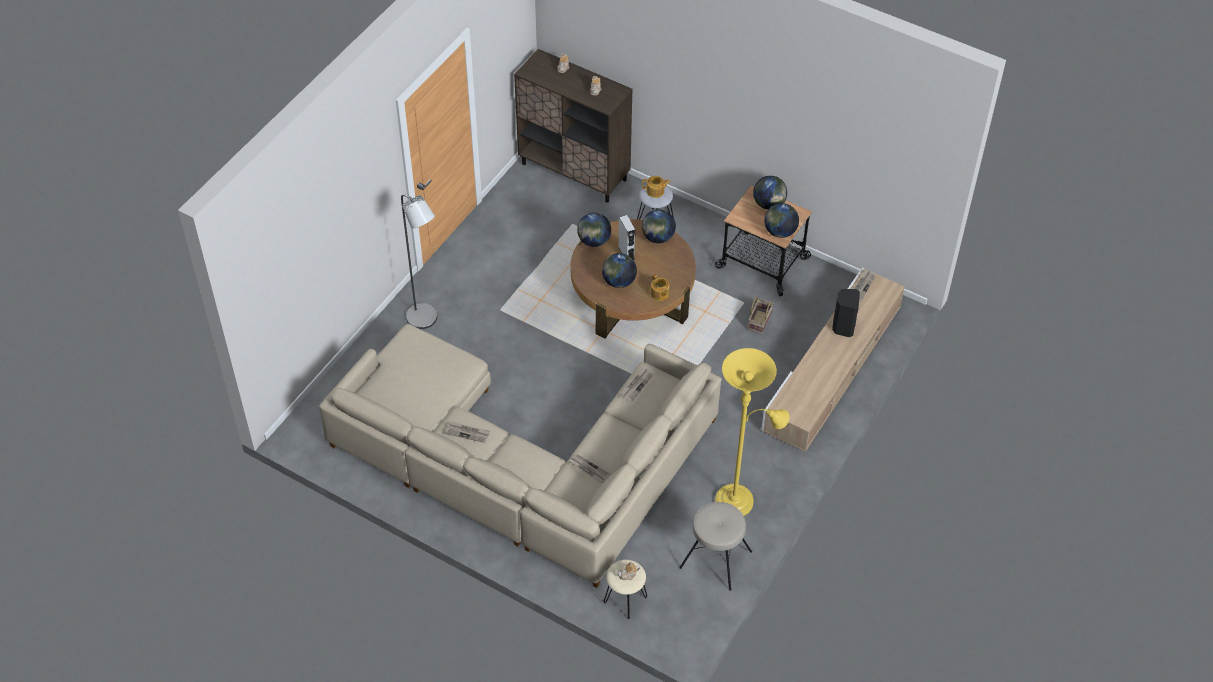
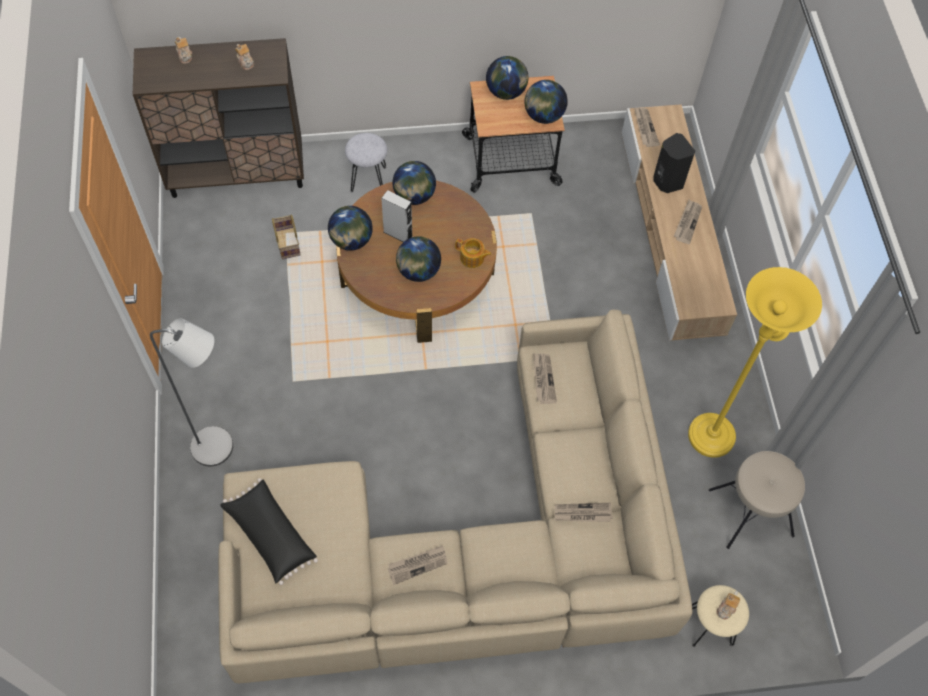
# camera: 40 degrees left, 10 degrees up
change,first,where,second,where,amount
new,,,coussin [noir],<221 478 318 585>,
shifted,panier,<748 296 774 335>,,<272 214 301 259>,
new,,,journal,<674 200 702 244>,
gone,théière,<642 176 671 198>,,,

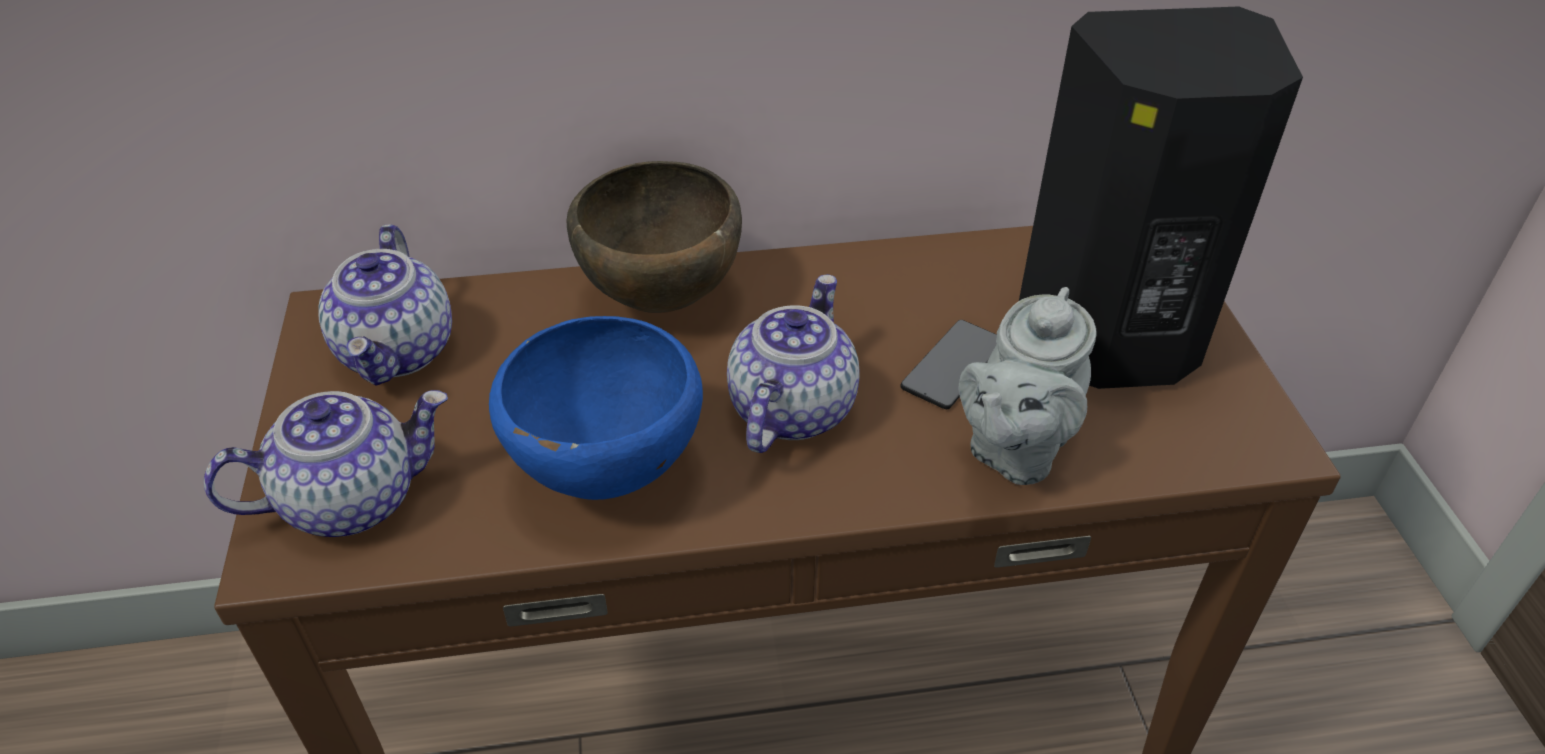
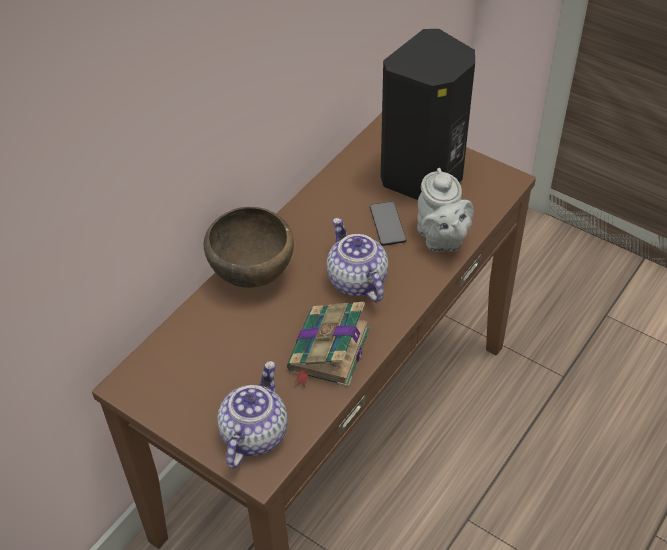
# camera: 45 degrees left, 5 degrees up
change,first,where,second,where,amount
swapped,bol [bleu],<489 316 703 500>,livre,<287 302 370 387>,
gone,théière,<318 224 452 386>,,,

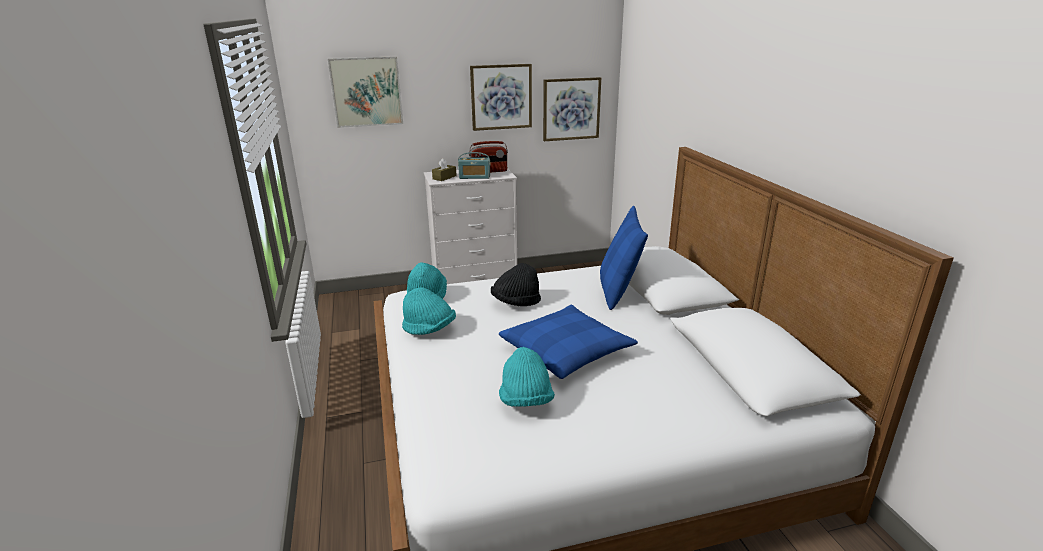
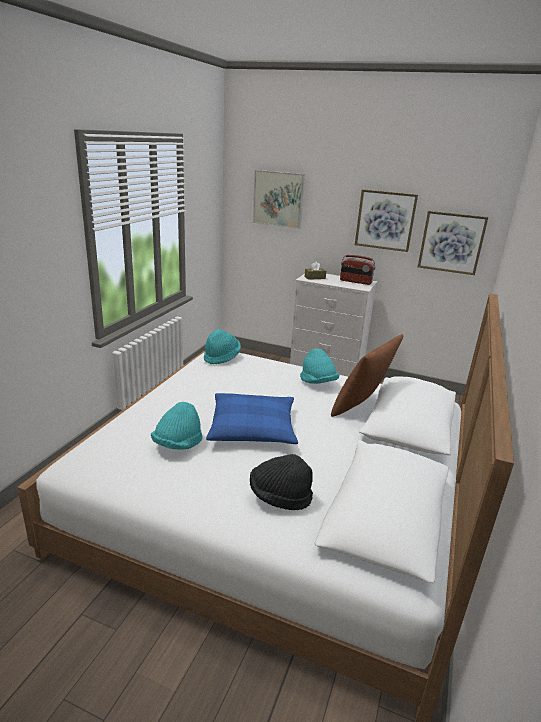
# camera: 35 degrees right, 0 degrees up
change,first,where,second,where,amount
shifted,chapeau [noir],<491 263 541 306>,,<250 454 313 510>,
shifted,chapeau [turquoise],<402 288 456 335>,,<300 348 340 384>,
repainted,coussin [bleu],<600 206 648 310>,coussin [marron],<331 334 403 417>,
gone,radio,<458 152 490 179>,,,

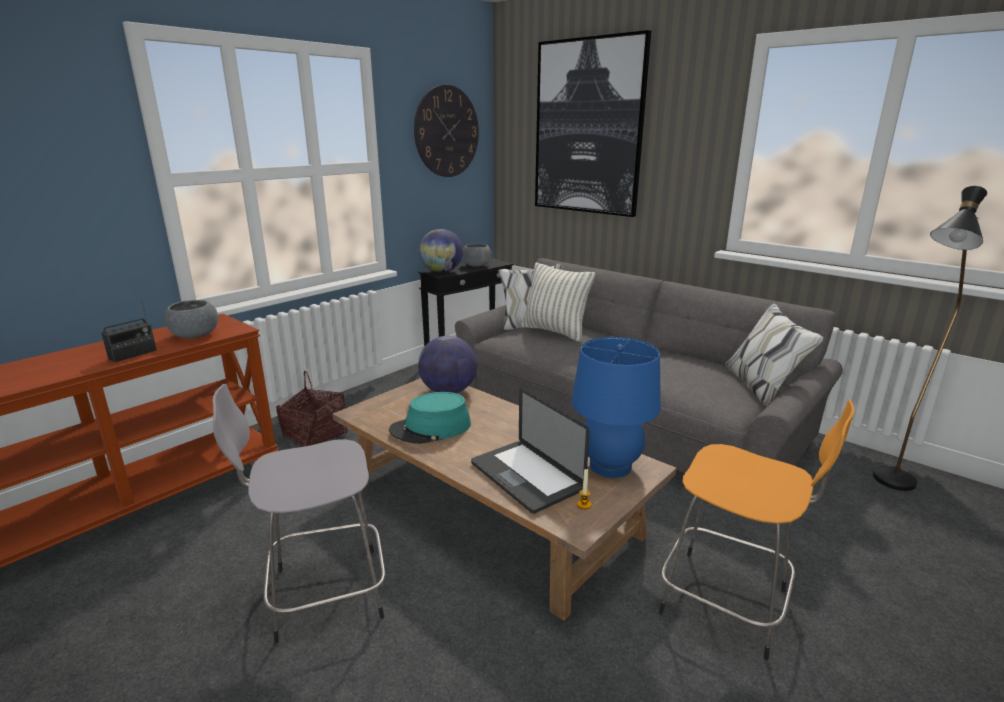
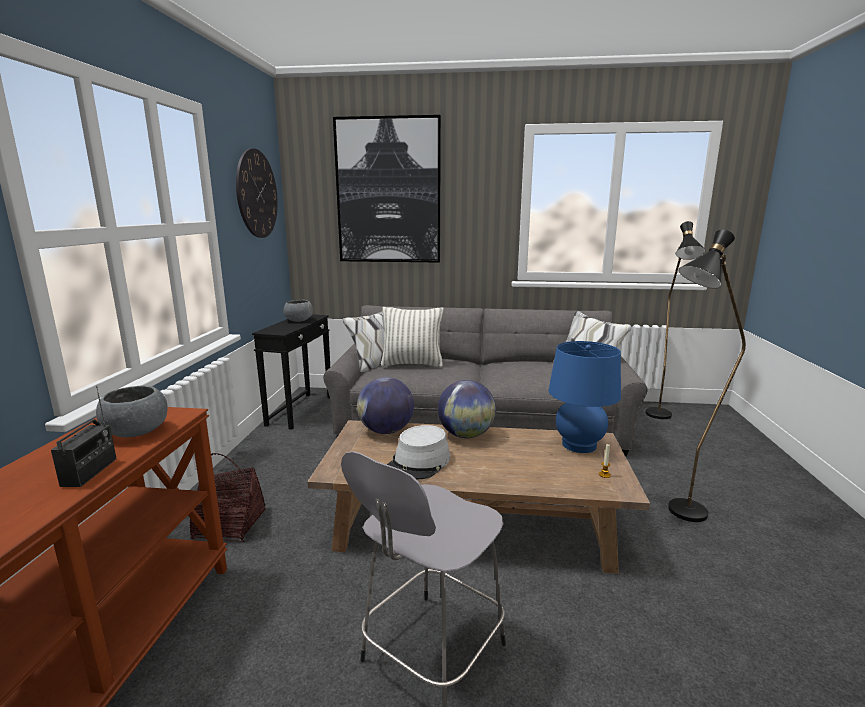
# camera: 35 degrees left, 5 degrees down
change,first,where,second,where,amount
repainted,chapeau [turquoise],<389 392 471 444>,chapeau [gris],<387 425 450 479>,
shifted,globe,<419 229 463 273>,,<438 380 496 438>,
swapped,tabouret [orange],<659 399 854 660>,lampadaire [noir],<668 230 746 522>,
gone,ordinateur portable,<471 389 590 514>,,,

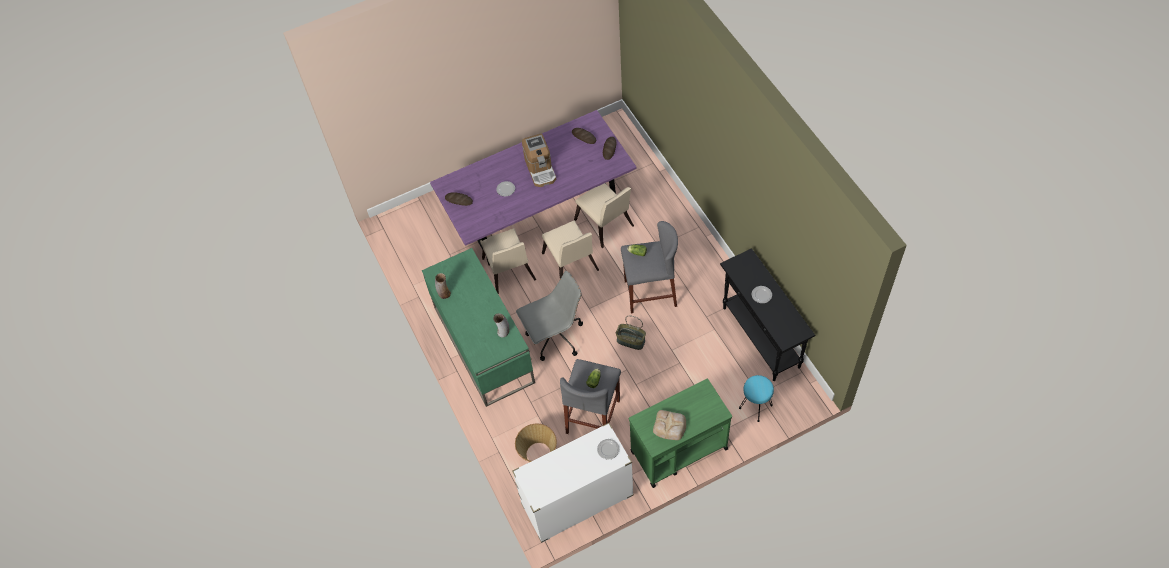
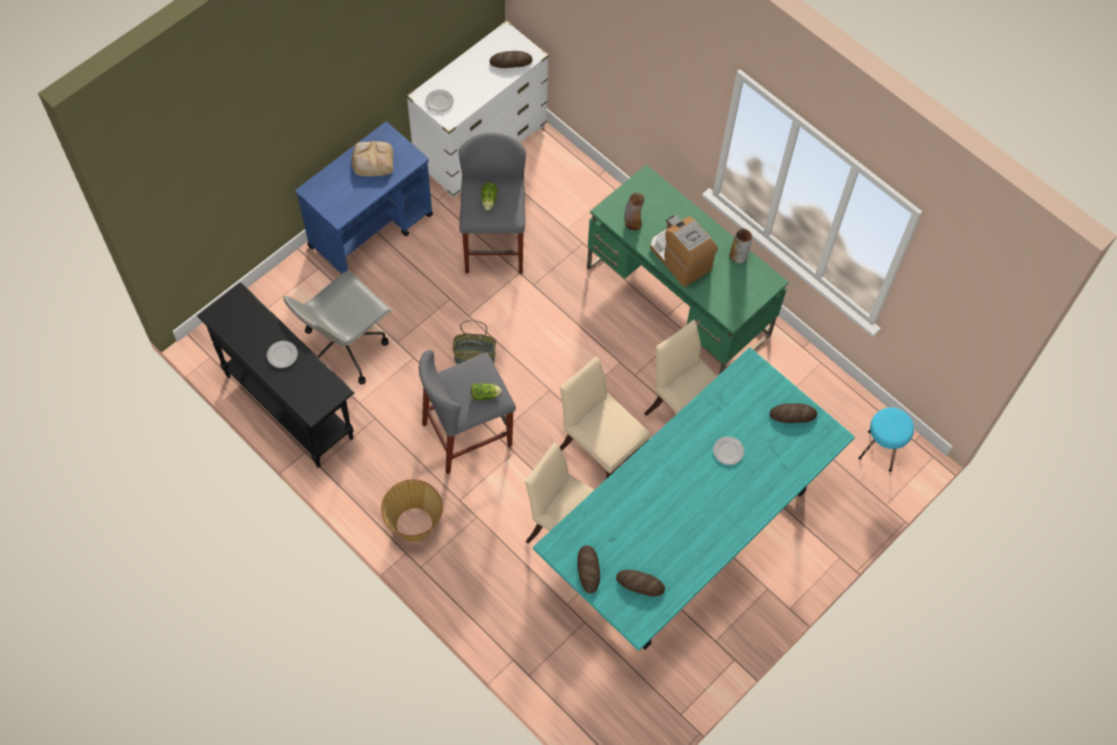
# camera: 155 degrees right, 5 degrees up
change,first,where,second,where,amount
shifted,chaise de bureau [gris],<516 271 583 361>,,<283 271 392 384>,
repainted,chariot [vert],<629 379 732 488>,chariot [bleu],<295 122 433 274>,
shifted,panier,<515 424 557 462>,,<381 480 443 542>,
new,,,pain,<490 51 532 68>,
repainted,table à manger [violet],<430 110 637 266>,table à manger [turquoise],<533 347 855 651>,
shifted,machine à café,<522 134 556 187>,,<650 215 718 287>,
shifted,tabouret [turquoise],<739 375 774 422>,,<858 407 914 472>,

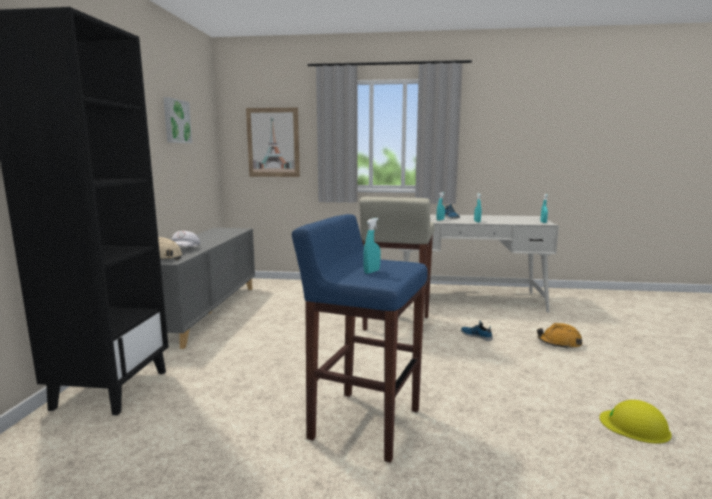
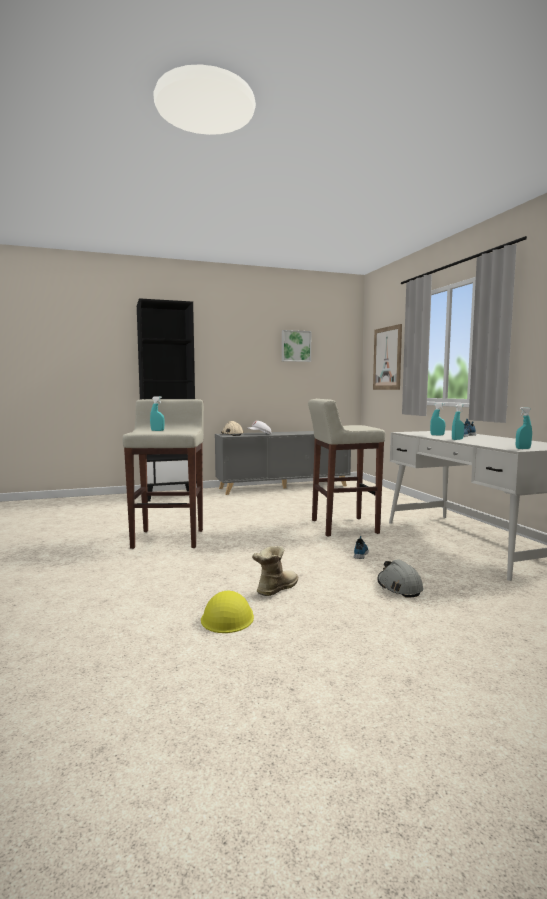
# camera: 65 degrees right, 5 degrees down
change,first,where,second,where,amount
repainted,tabouret [bleu],<292 214 428 463>,tabouret [beige],<123 399 204 549>,
new,,,botte,<252 546 298 596>,
repainted,casque de chantier [orange],<537 323 582 349>,casque de chantier [gris],<377 559 424 598>,

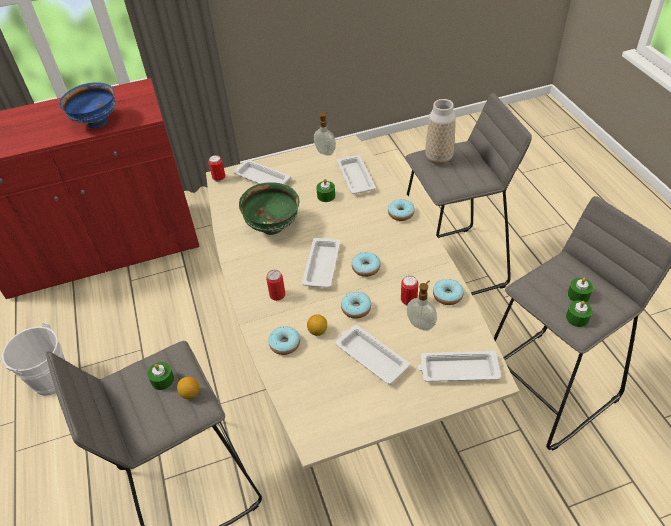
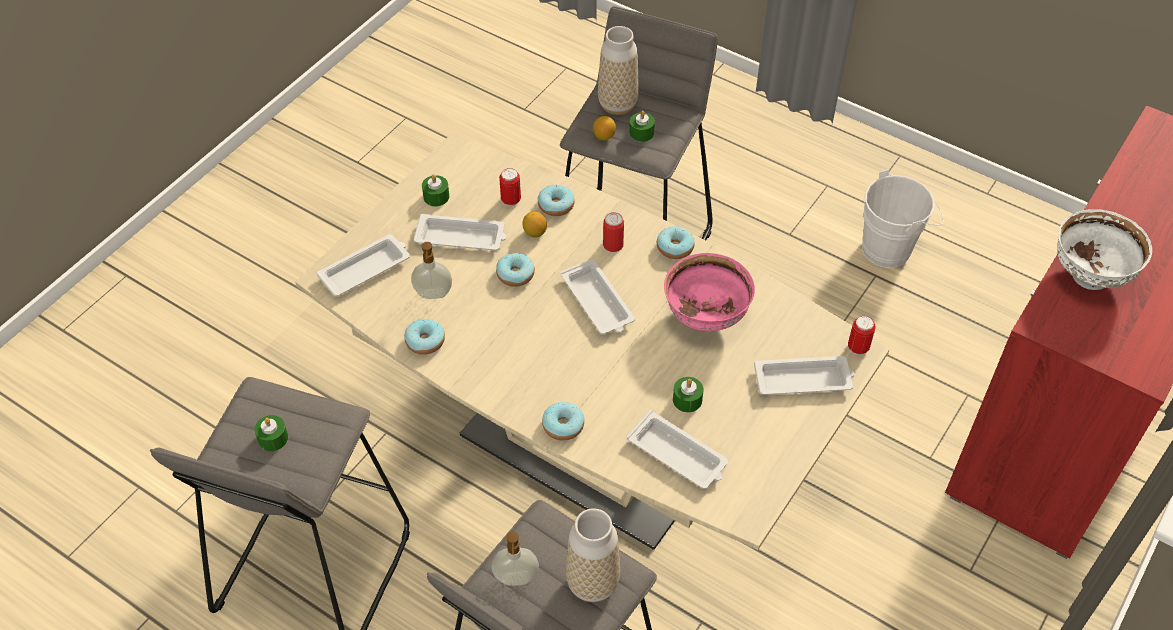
# camera: 140 degrees right, 5 degrees up
change,first,where,second,where,amount
shifted,bougie [vert],<566 300 592 327>,,<422 174 449 206>,
shifted,distributeur de savon,<314 112 336 156>,,<491 531 539 586>,
shifted,boîte métallique,<401 276 418 306>,,<499 168 521 206>,
new,,,vase,<598 26 639 115>,
shifted,beignet,<352 252 381 277>,,<657 226 695 259>,
repainted,bol [vert],<239 182 299 235>,bol [rose],<664 253 755 331>,
repainted,bol [bleu],<59 82 116 129>,bol [blanc],<1057 209 1152 290>,

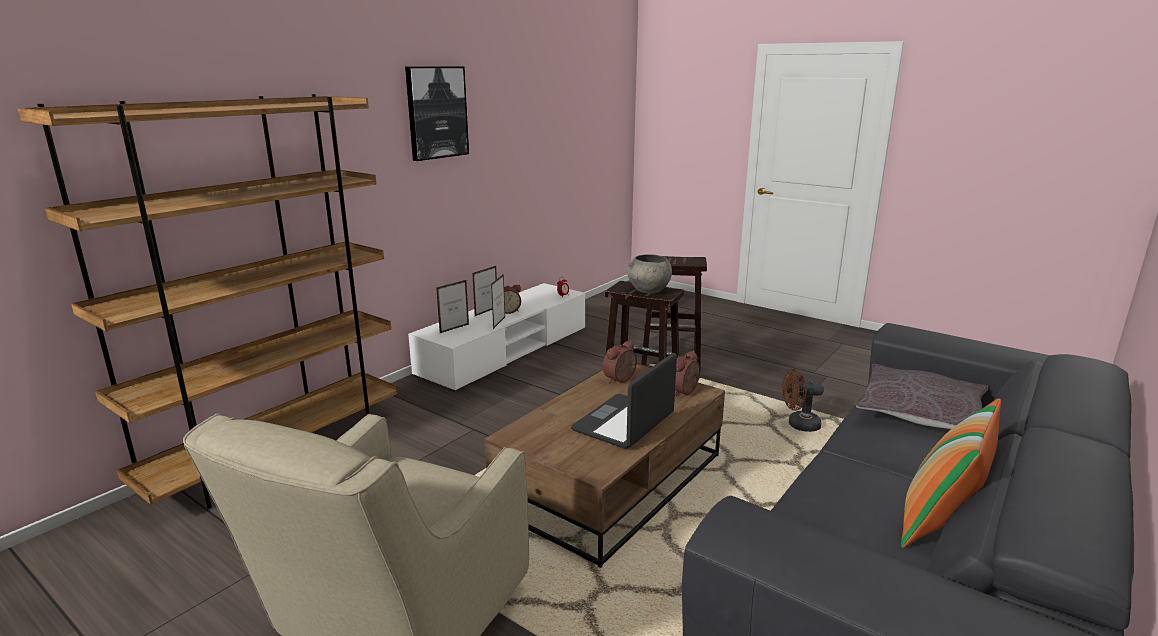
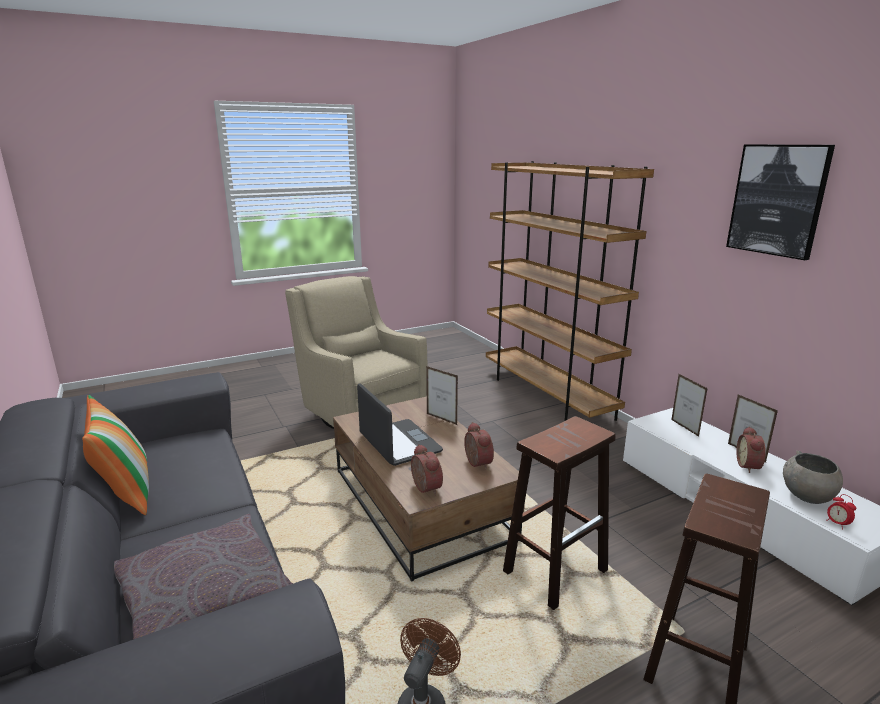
# camera: 115 degrees right, 0 degrees up
change,first,where,second,where,amount
shifted,cadre photo,<491 274 505 329>,,<426 366 458 425>,
shifted,bol [gris],<628 254 672 293>,,<783 451 843 504>,

